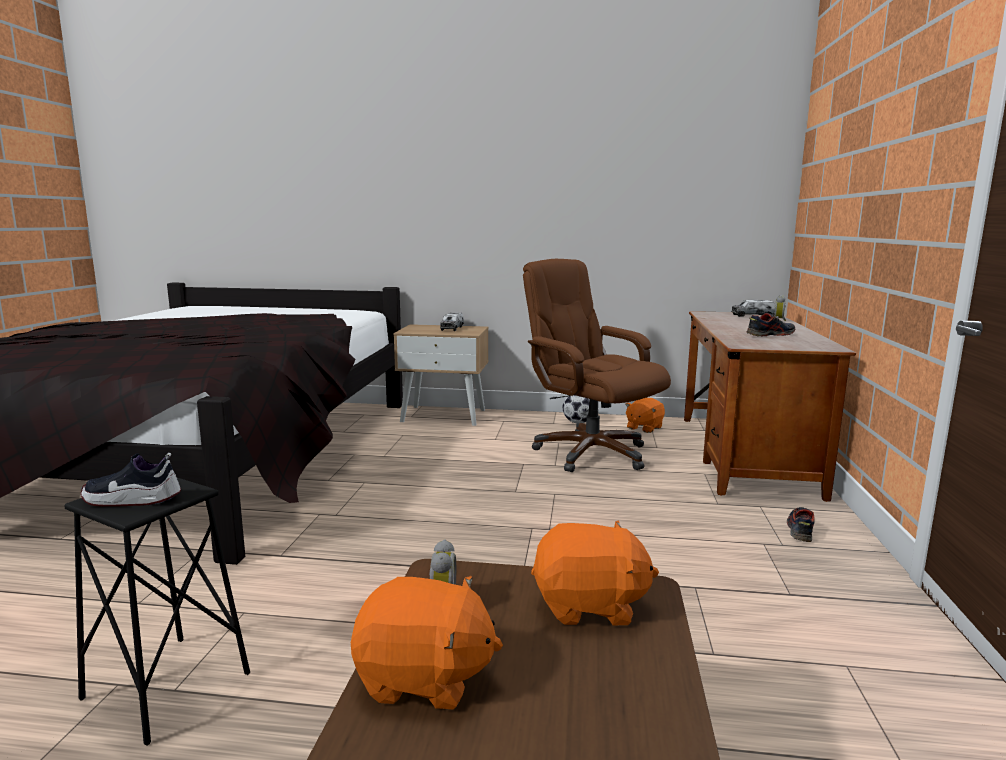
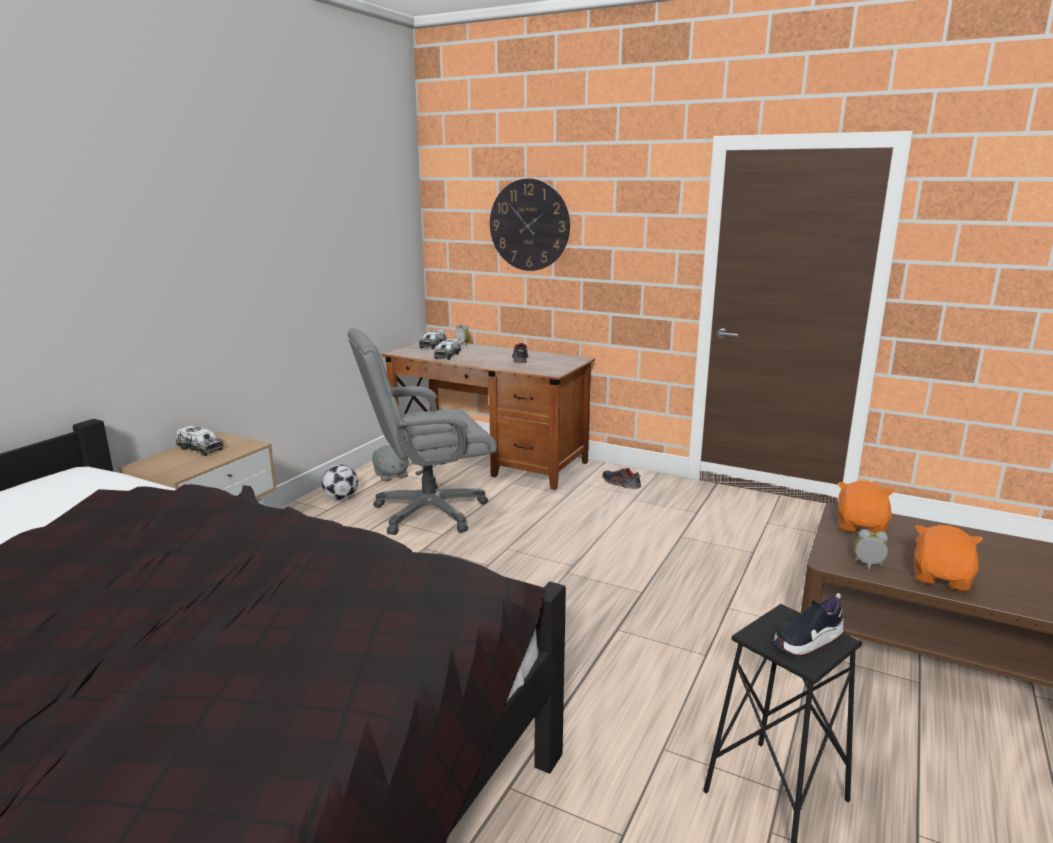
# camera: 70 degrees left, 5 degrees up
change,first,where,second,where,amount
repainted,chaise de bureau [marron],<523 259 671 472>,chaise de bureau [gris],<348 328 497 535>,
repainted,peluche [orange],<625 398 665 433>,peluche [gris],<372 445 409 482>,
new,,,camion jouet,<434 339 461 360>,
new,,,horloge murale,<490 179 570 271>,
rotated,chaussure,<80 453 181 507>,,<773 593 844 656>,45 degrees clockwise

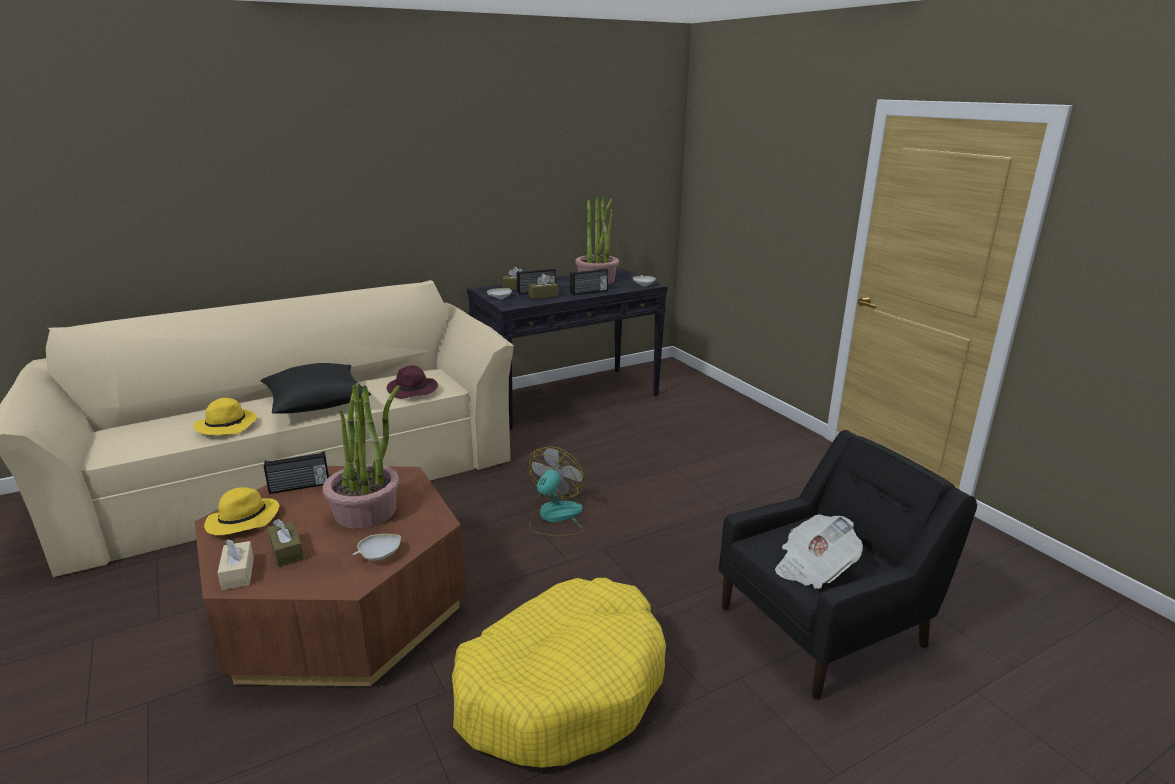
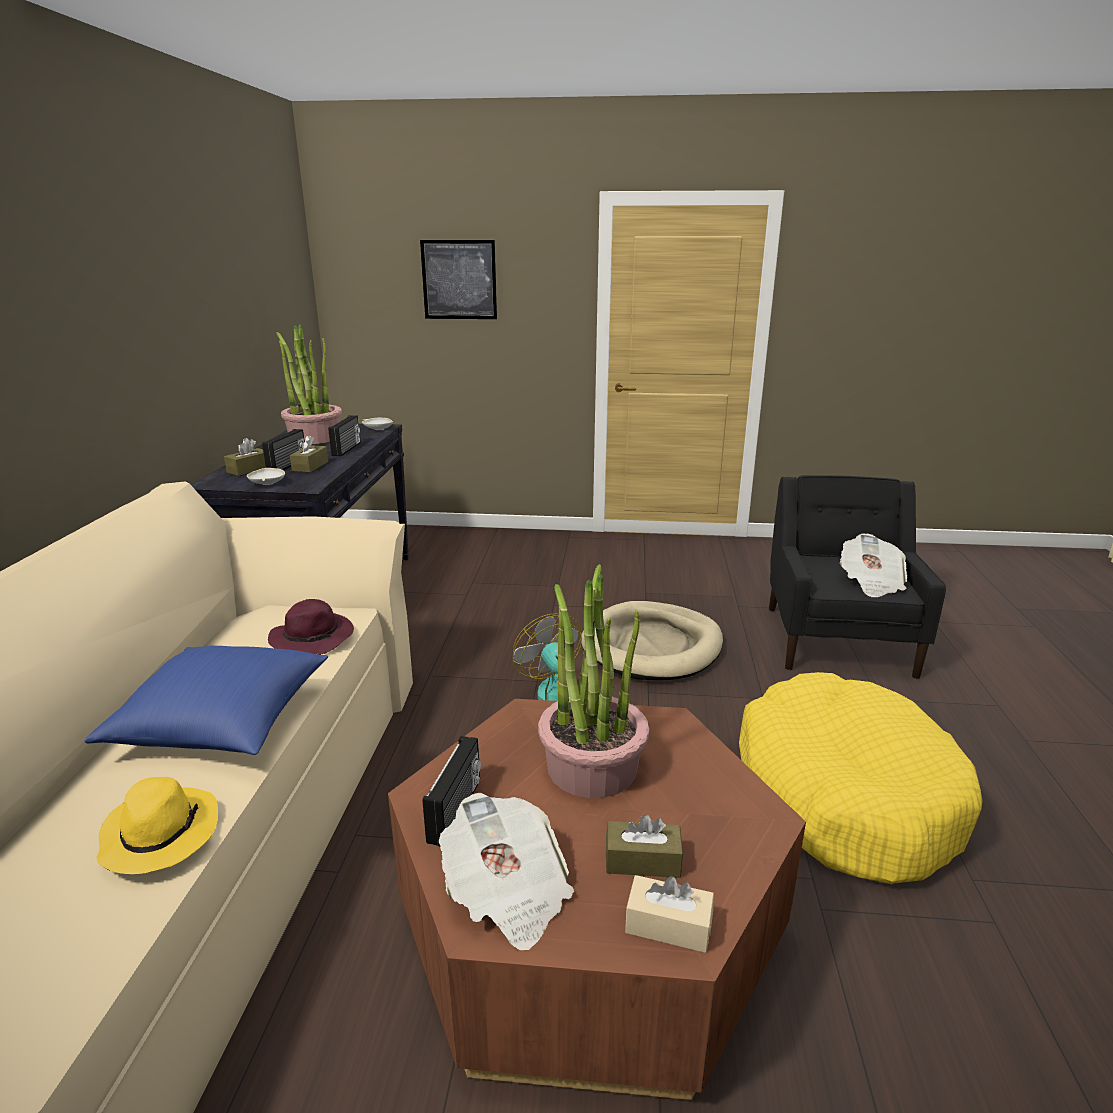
# camera: 55 degrees left, 0 degrees up
change,first,where,second,where,amount
repainted,coussin [noir],<261 363 371 414>,coussin [bleu],<85 646 328 755>,
new,,,tableau,<420 240 497 319>,
swapped,chapeau [jaune],<204 487 279 535>,journal,<439 793 574 950>,
new,,,panier pour chien [beige],<581 601 723 680>,
gone,bol [blanc],<353 534 401 561>,,,

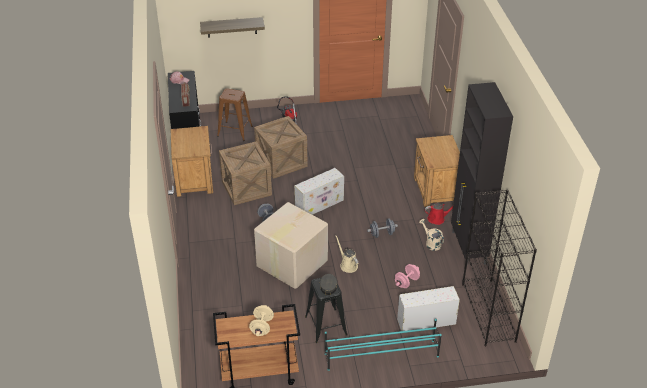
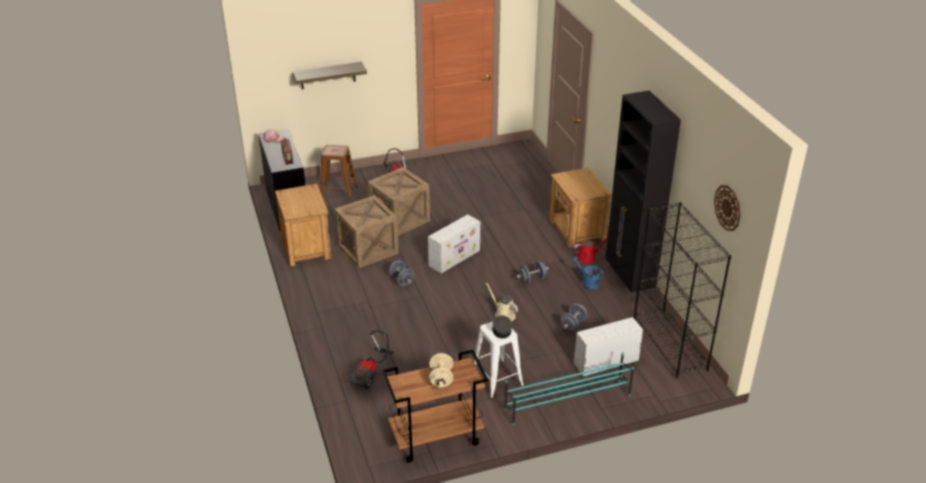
# camera: 10 degrees left, 5 degrees down
change,first,where,second,where,amount
new,,,aspirateur,<349 330 394 390>,
repainted,tabouret [noir],<305 278 348 343>,tabouret [blanc],<474 321 524 399>,
repainted,haltère [rose],<395 264 420 288>,haltère [gris],<560 304 587 331>,
repainted,arrosoir [beige],<419 219 444 251>,arrosoir [bleu],<572 257 604 290>,
new,,,horloge murale,<714 185 741 231>,
gone,carton,<254 202 328 289>,,,

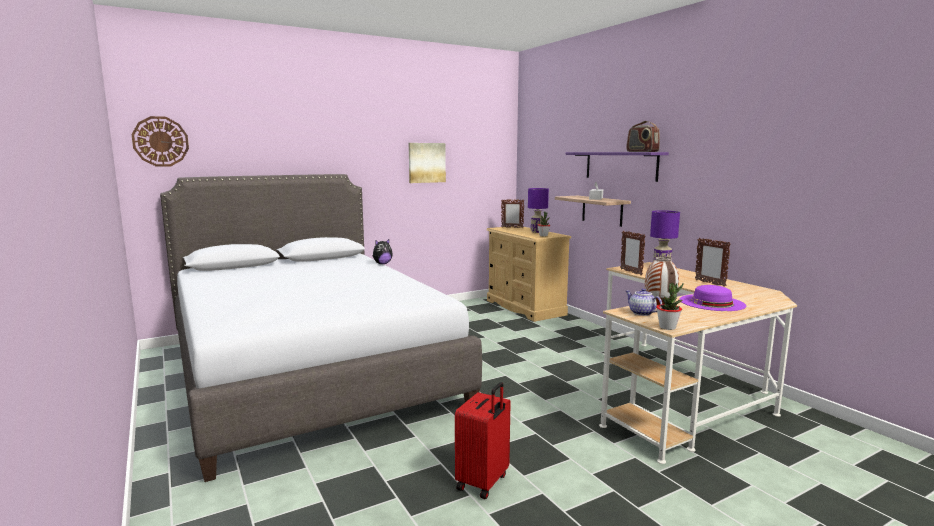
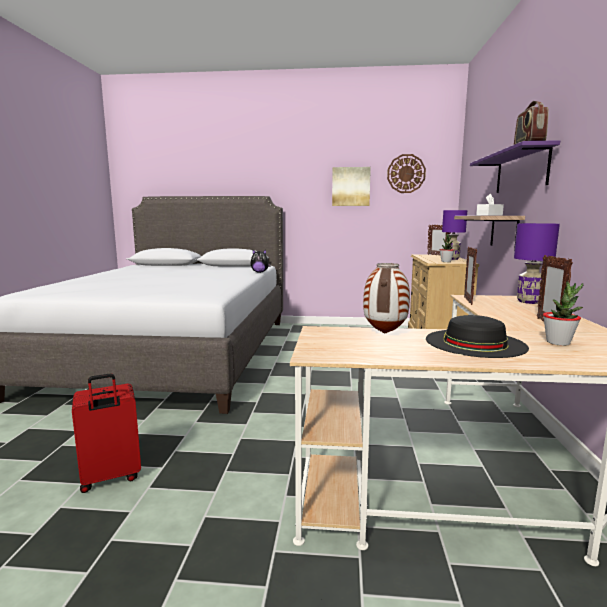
# camera: 35 degrees right, 0 degrees up
change,first,where,second,where,amount
shifted,horloge murale,<132 116 189 167>,,<387 154 426 193>,
repainted,chapeau [violet],<680 285 746 311>,chapeau [noir],<426 315 529 358>,
shifted,plante en pot,<656 282 684 330>,,<543 281 583 346>,
gone,théière,<626 288 662 316>,,,

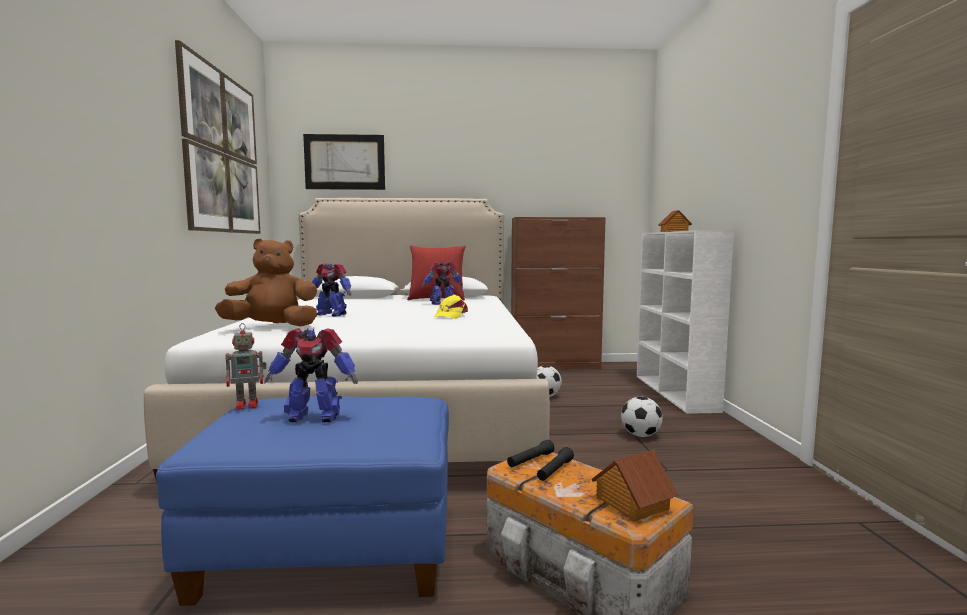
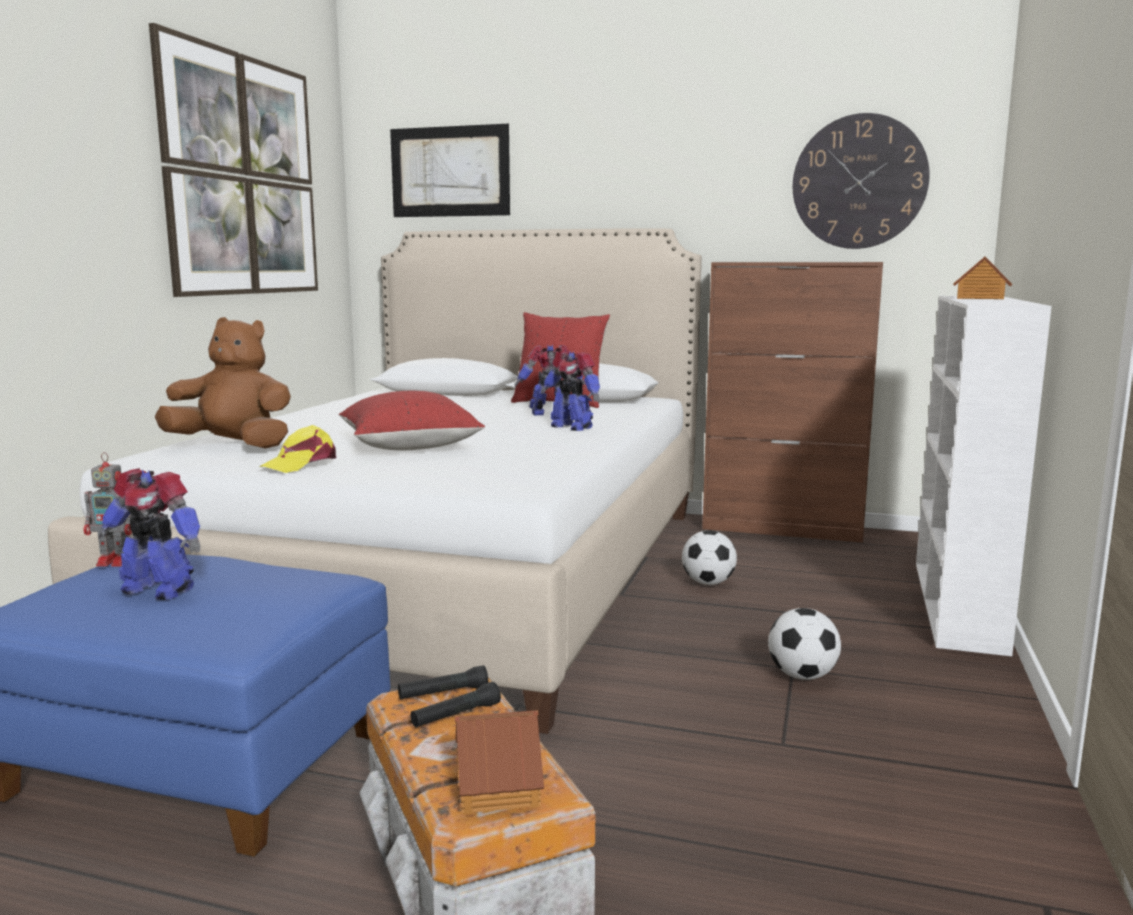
# camera: 20 degrees right, 5 degrees up
change,first,where,second,where,amount
shifted,casquette [jaune],<434 295 468 319>,,<259 425 336 473>,
new,,,coussin [rouge],<339 391 485 450>,
shifted,robot jouet,<312 263 351 316>,,<541 351 600 431>,
new,,,horloge murale,<793 113 930 249>,

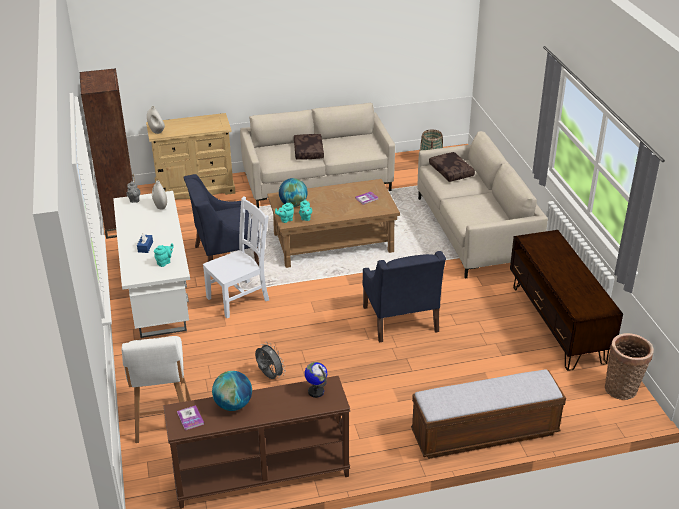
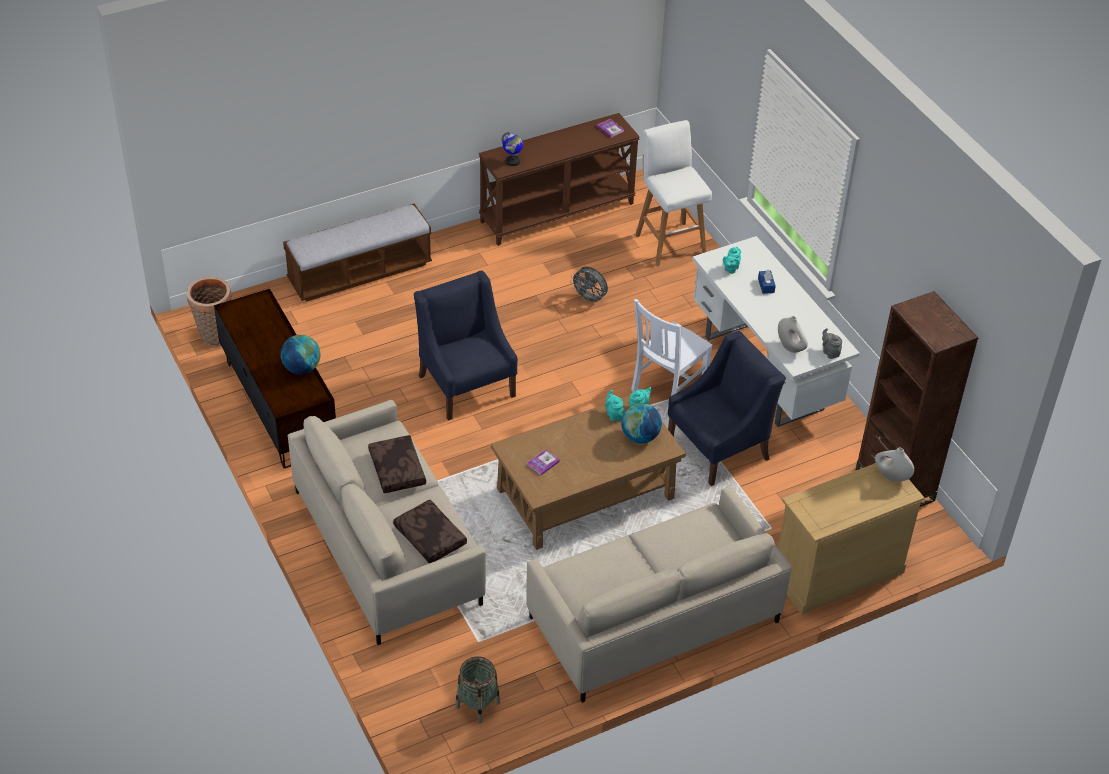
# camera: 165 degrees right, 10 degrees up
change,first,where,second,where,amount
shifted,globe,<212 371 252 411>,,<281 335 320 374>,
shifted,coussin [marron],<294 134 324 160>,,<368 435 426 493>,

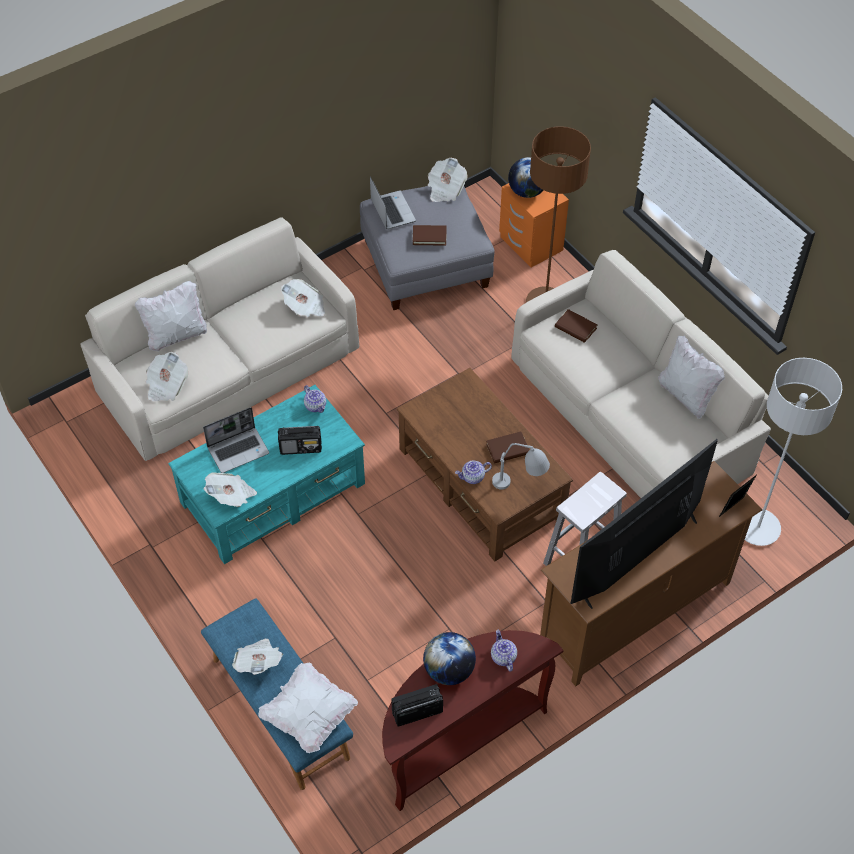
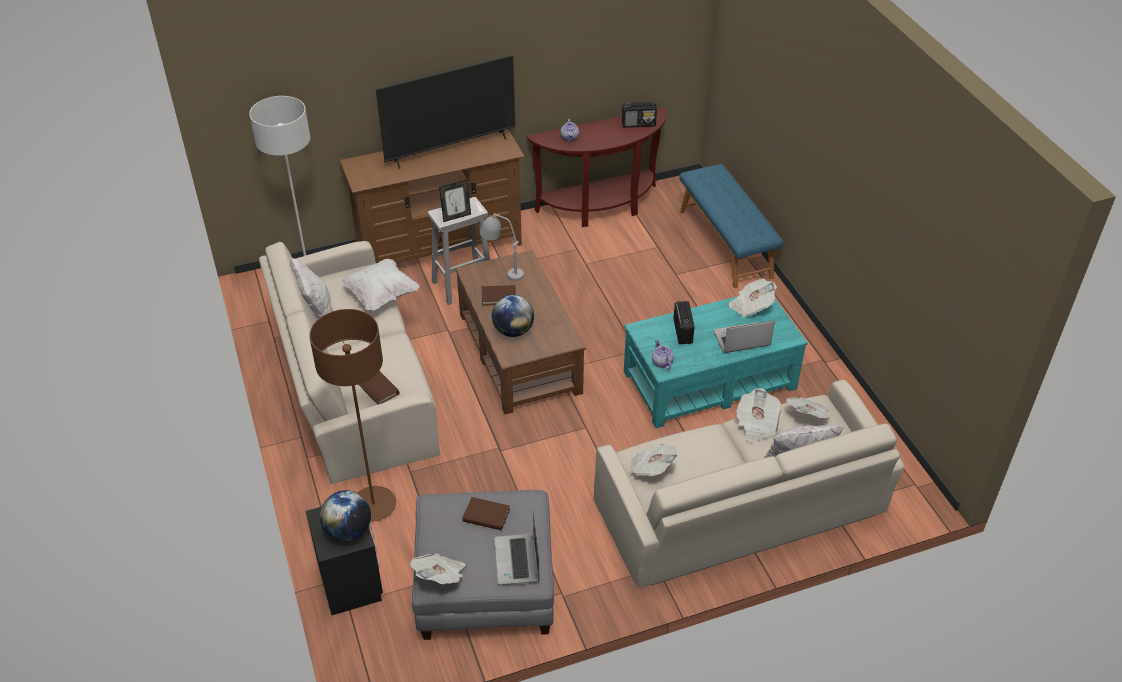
# camera: 165 degrees left, 10 degrees down
change,first,where,second,where,amount
repainted,table de chevet [orange],<499 183 569 267>,table de chevet [noir],<306 507 383 615>,
shifted,coussin [blanc],<258 663 358 753>,,<342 259 420 311>,
shifted,cadre photo,<719 475 757 517>,,<439 180 471 222>,
shifted,globe,<423 632 476 685>,,<492 295 534 337>,
rotated,radio,<278 426 322 455>,,<674 301 694 345>,75 degrees clockwise
shifted,journal,<232 639 283 675>,,<736 388 783 442>,
gone,théière,<455 461 492 484>,,,

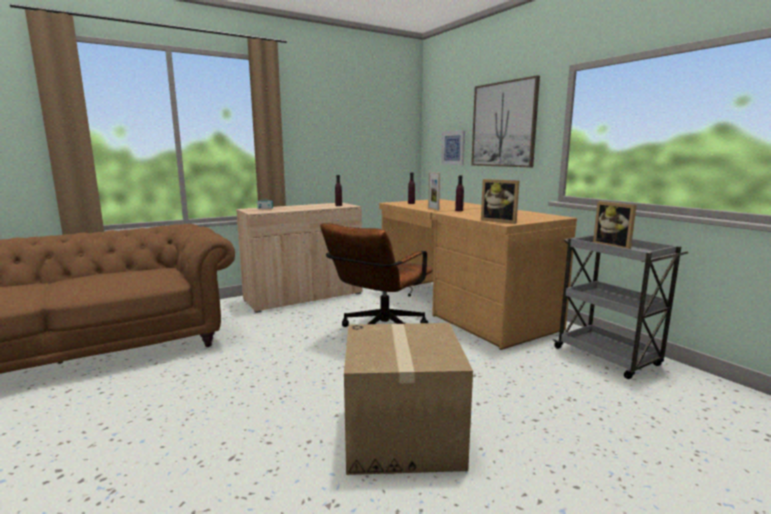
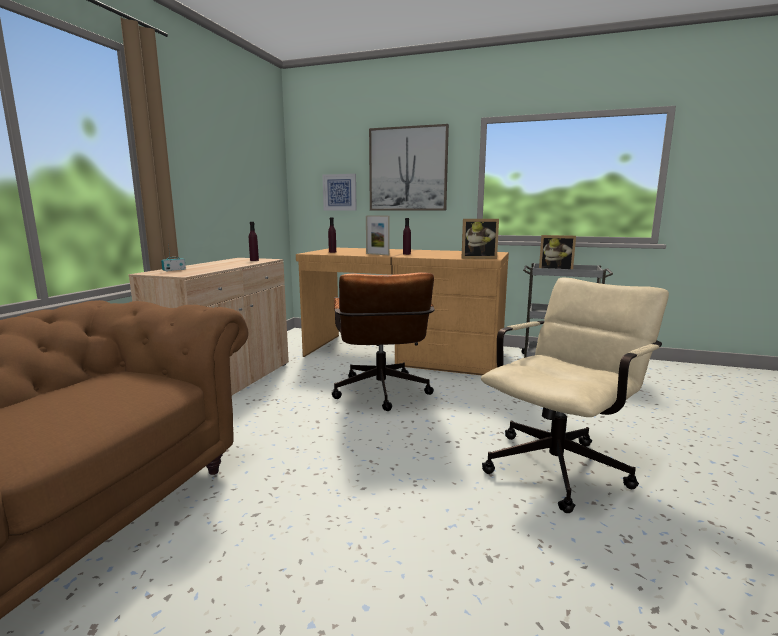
# camera: 40 degrees left, 0 degrees up
change,first,where,second,where,amount
swapped,carton,<344 323 473 475>,chaise de bureau [beige],<481 278 669 513>,

